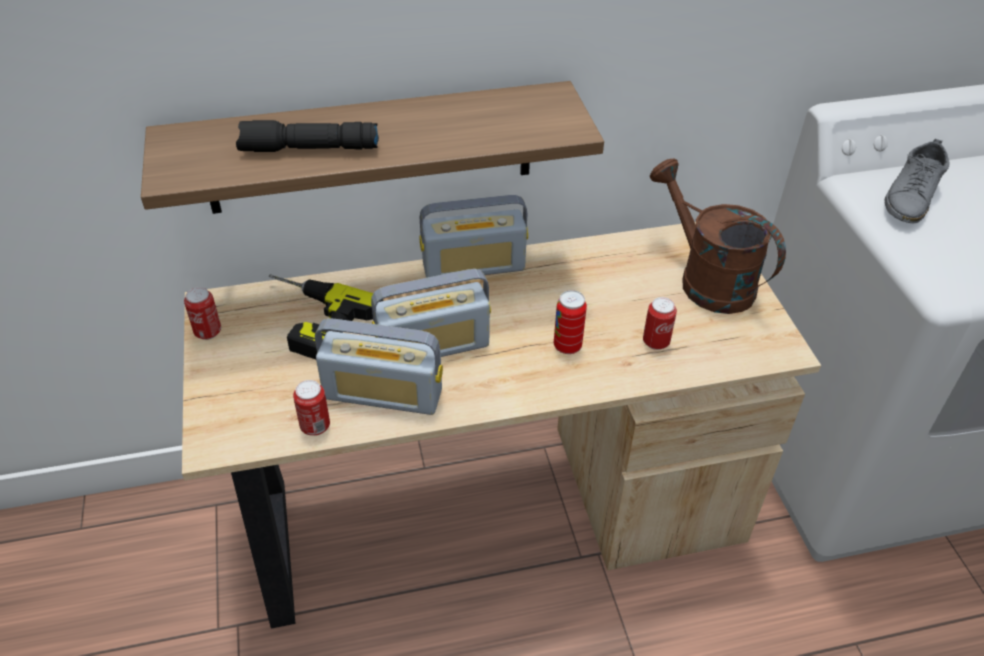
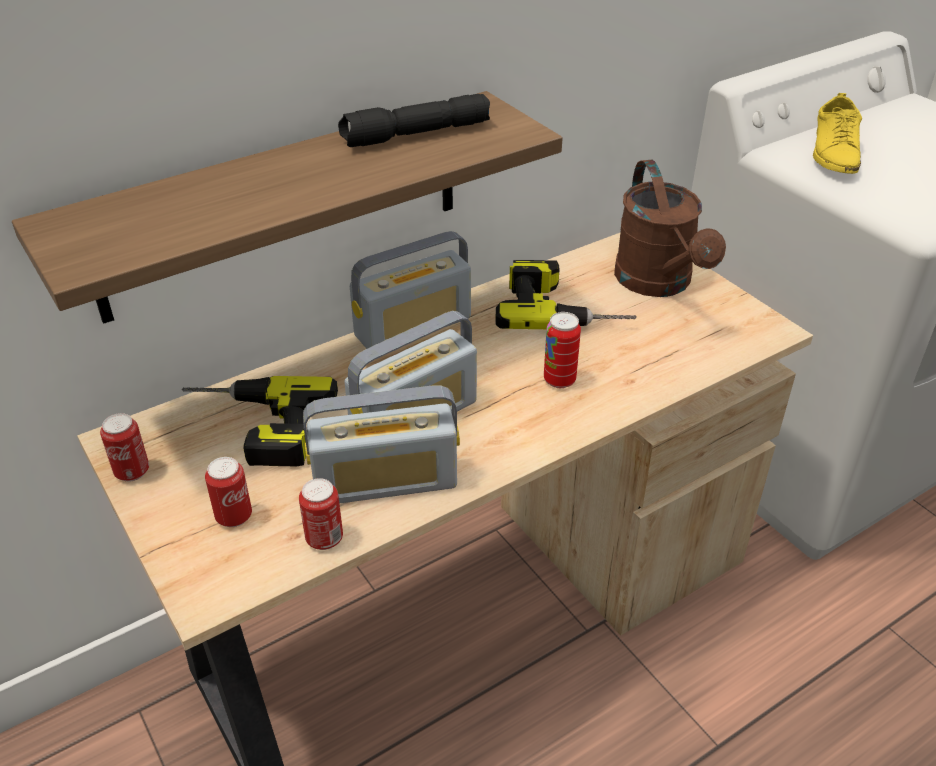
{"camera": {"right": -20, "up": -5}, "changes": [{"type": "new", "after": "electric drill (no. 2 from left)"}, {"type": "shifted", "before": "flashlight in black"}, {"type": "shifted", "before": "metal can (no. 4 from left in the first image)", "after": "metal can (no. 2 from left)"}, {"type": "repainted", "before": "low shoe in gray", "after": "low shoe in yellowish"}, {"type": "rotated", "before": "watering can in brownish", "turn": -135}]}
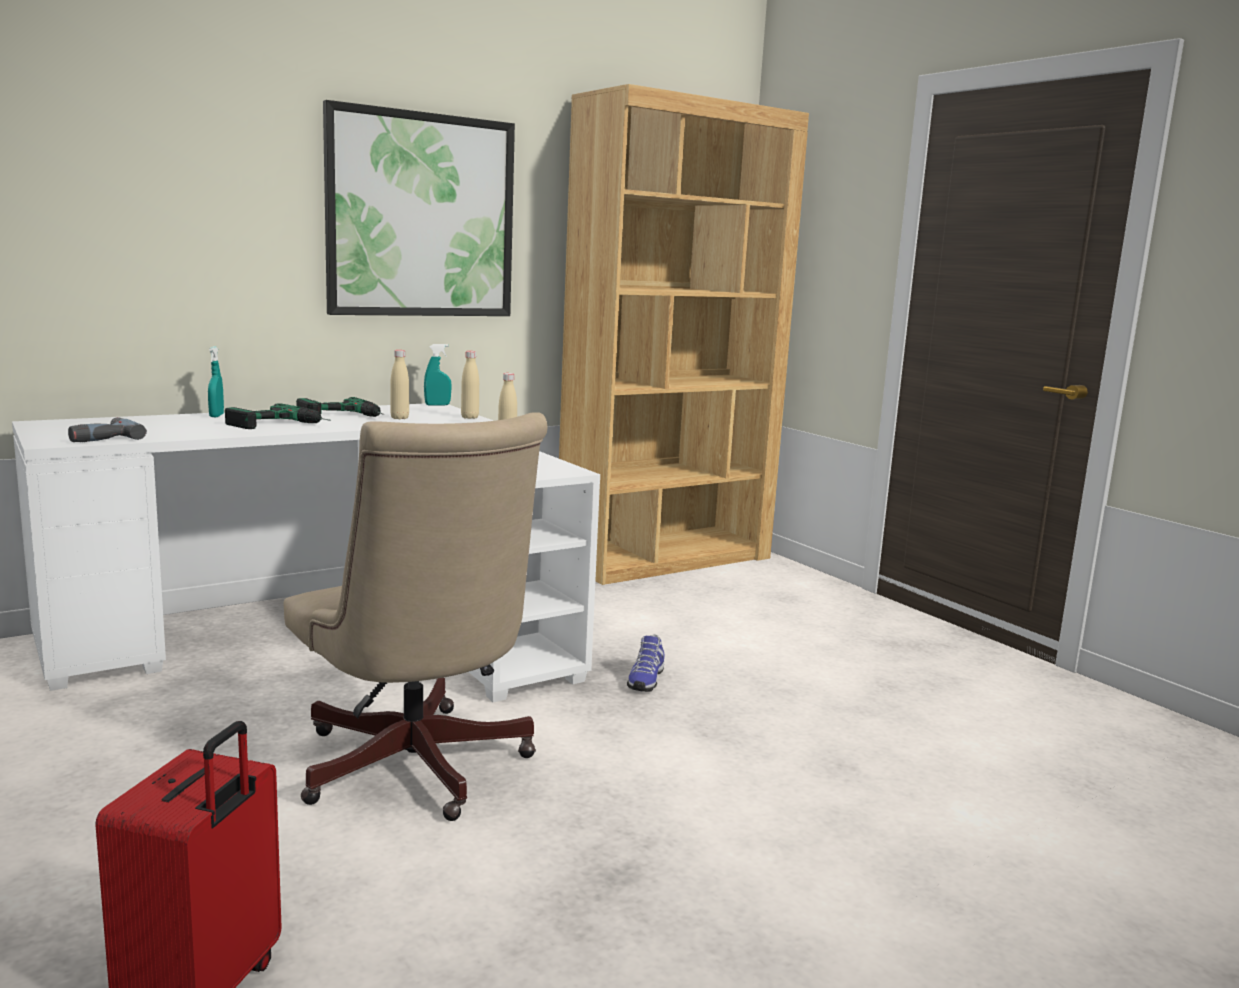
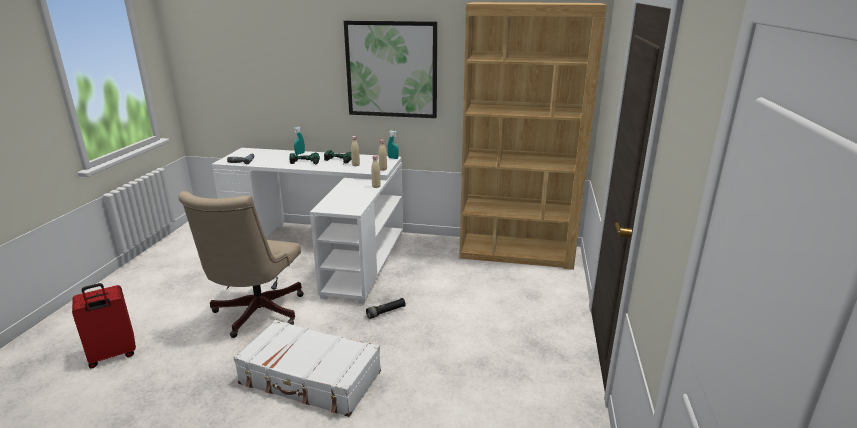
{"camera": {"right": 45, "up": 10}, "changes": [{"type": "new", "after": "travel case in white"}, {"type": "swapped", "before": "low shoe", "after": "flashlight in black"}]}
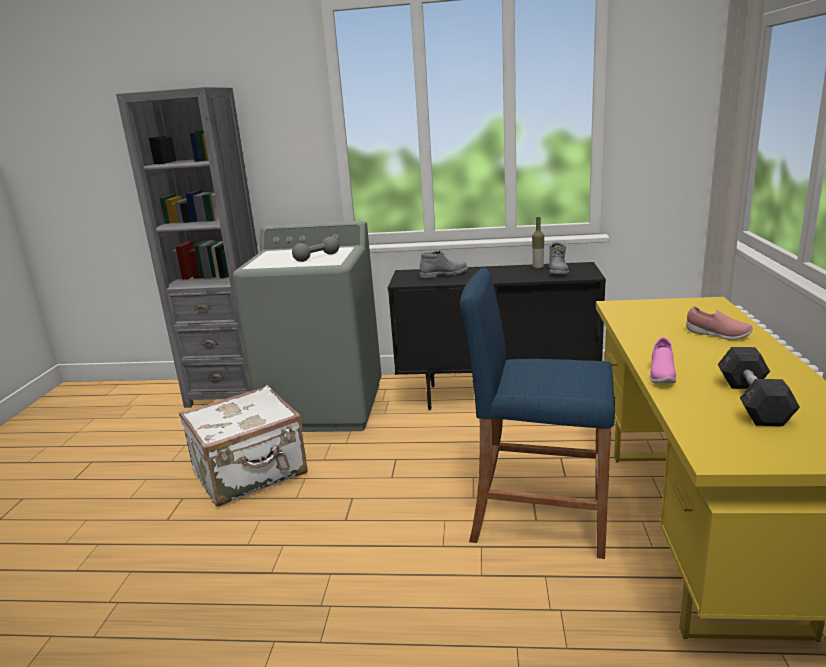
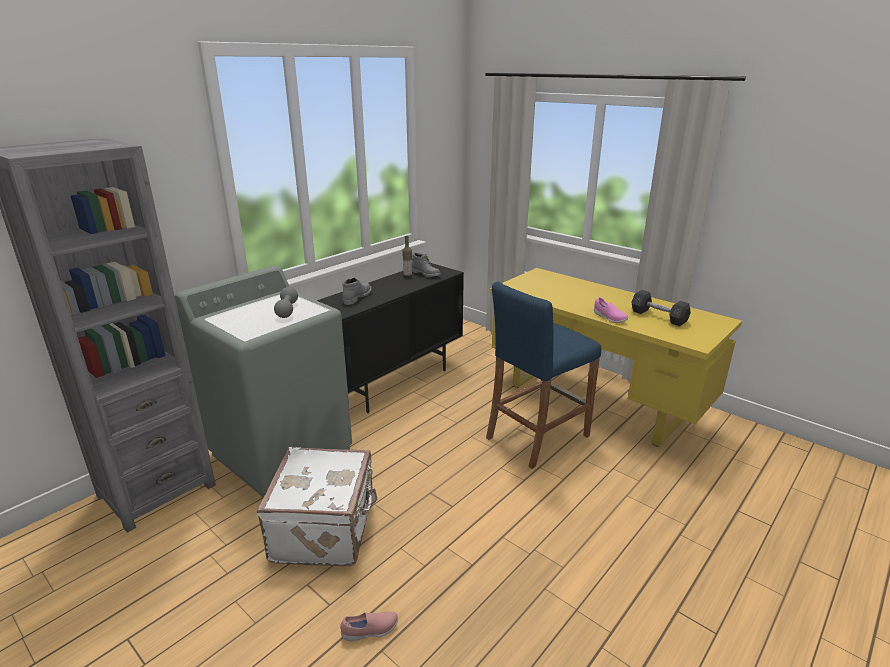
{"camera": {"right": -55, "up": 5}, "changes": [{"type": "shifted", "before": "low shoe in pink (no. 2 from left in the first image)", "after": "low shoe in pink (no. 1 from left)"}]}
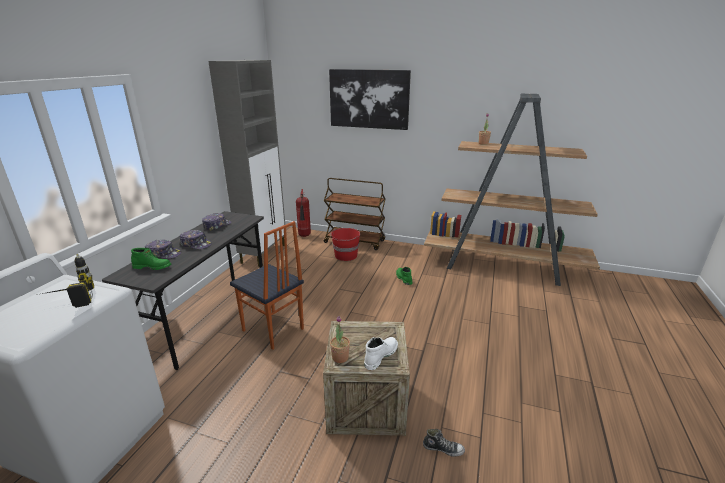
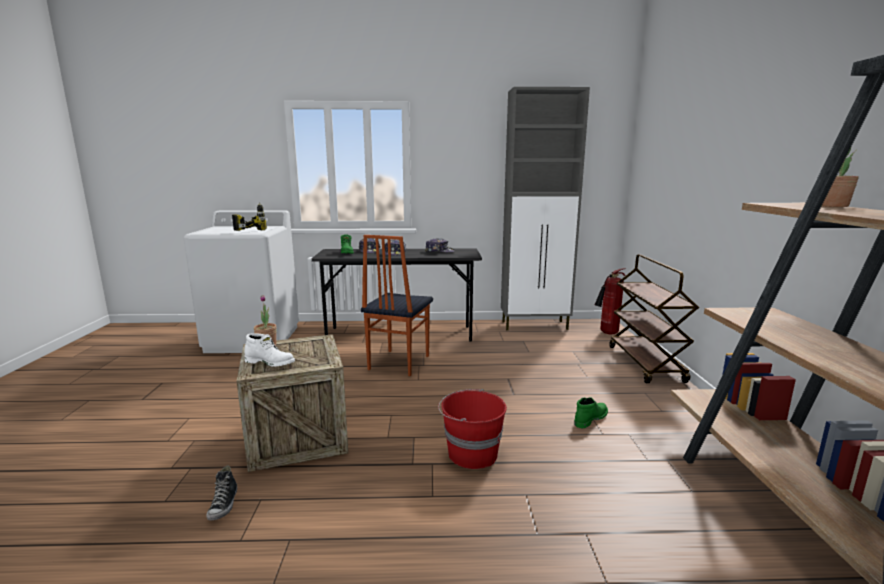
{"camera": {"right": 70, "up": -10}, "changes": [{"type": "gone", "before": "wall art"}, {"type": "shifted", "before": "bucket in reddish"}]}
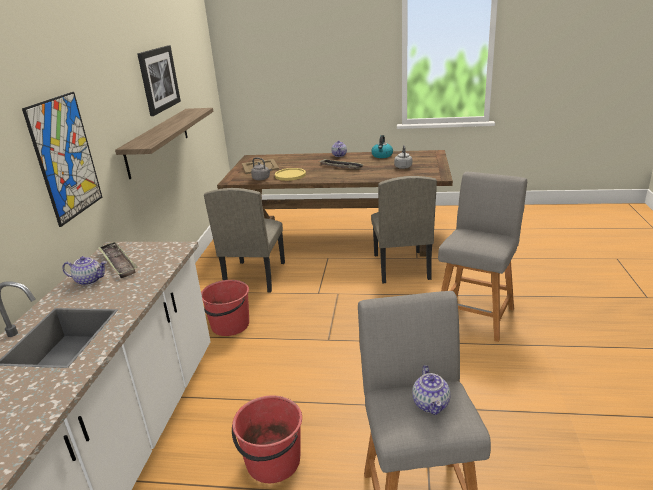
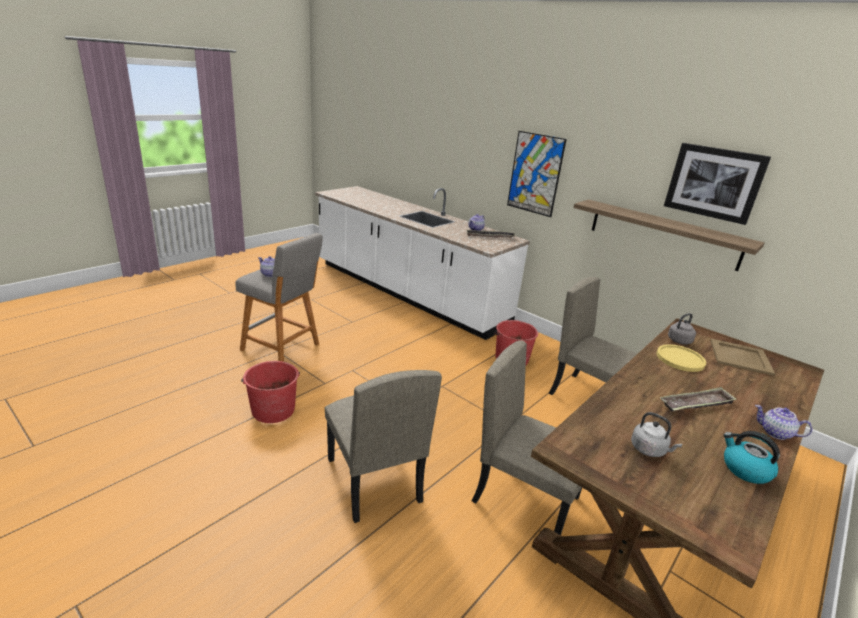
{"camera": {"right": 120, "up": 0}, "changes": [{"type": "shifted", "before": "bucket in reddish (no. 2 from left in the first image)", "after": "bucket in reddish (no. 1 from left)"}, {"type": "swapped", "before": "stool in gray (no. 2 from left)", "after": "plain chair in beige-coloured (no. 1 from left)"}]}
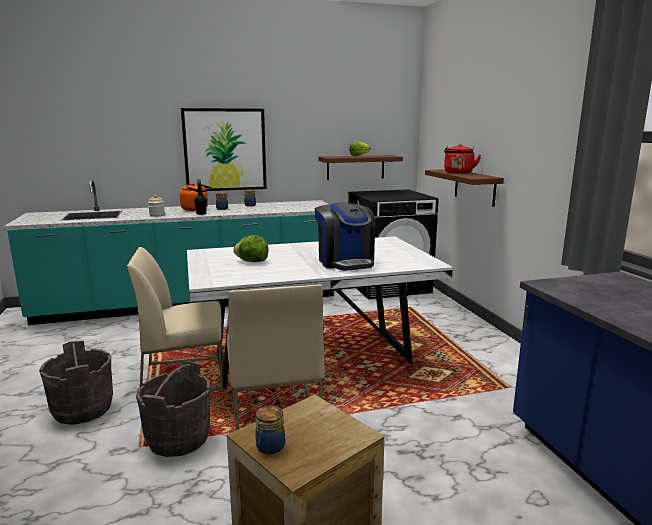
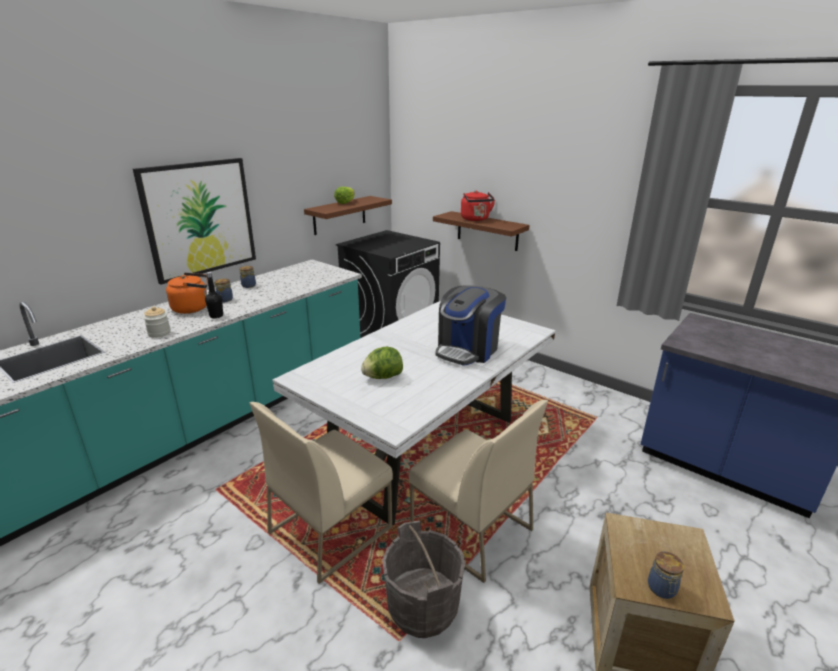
{"camera": {"right": -35, "up": 10}, "changes": [{"type": "gone", "before": "bucket in gray (no. 1 from left)"}, {"type": "rotated", "before": "coffee brewer", "turn": 90}]}
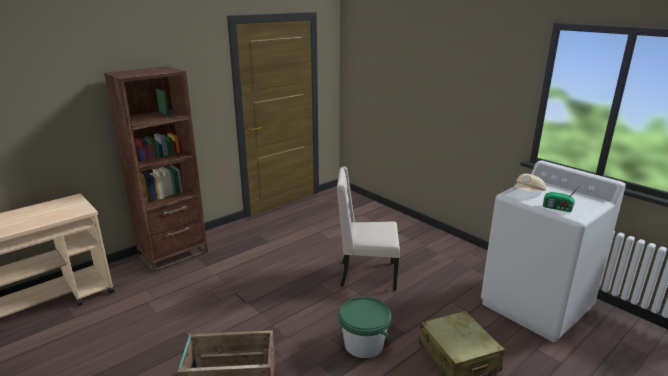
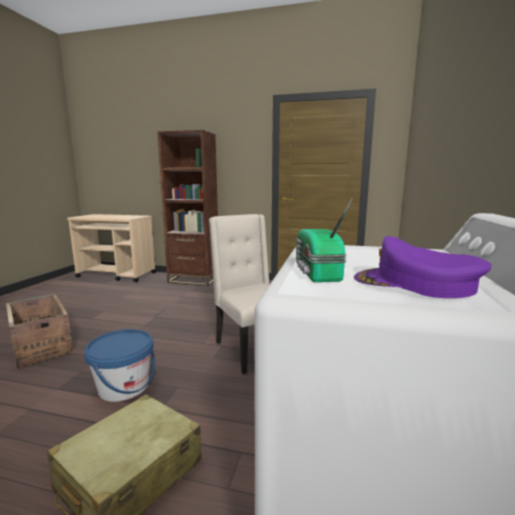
{"camera": {"right": 55, "up": -10}, "changes": [{"type": "gone", "before": "cap in beige-coloured"}, {"type": "new", "after": "cap in purple"}, {"type": "repainted", "before": "bucket in green-coloured", "after": "bucket in blue-coloured"}]}
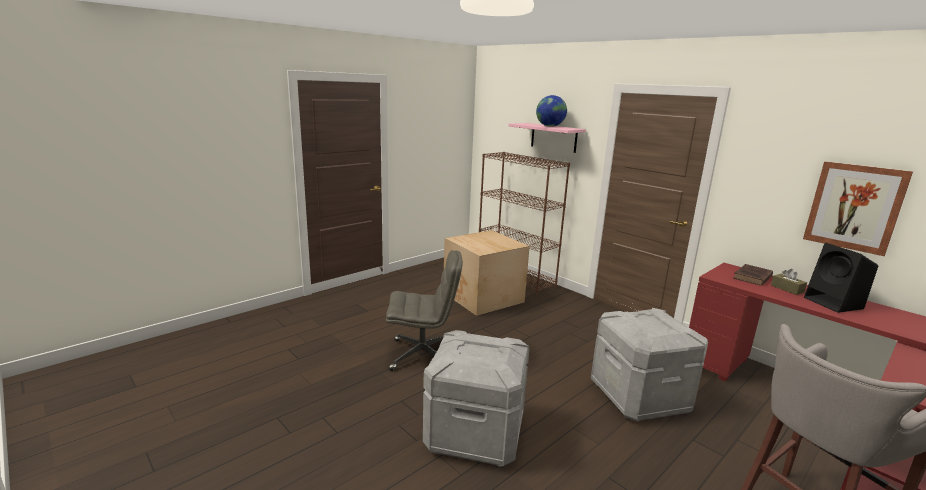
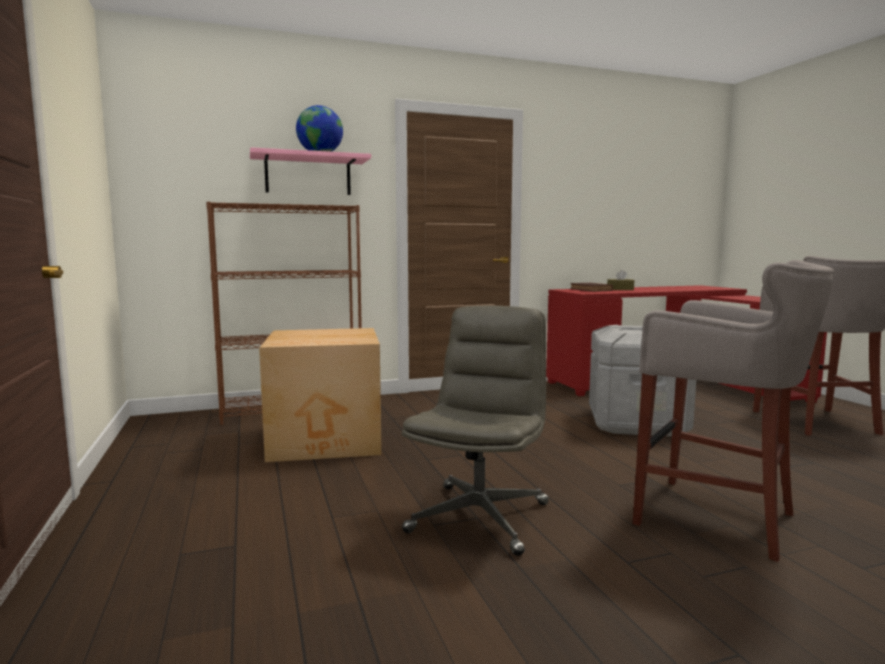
{"camera": {"right": -65, "up": -10}, "changes": [{"type": "gone", "before": "wall art"}, {"type": "gone", "before": "audio speaker in black"}, {"type": "swapped", "before": "storage container in gray (no. 1 from left)", "after": "stool in gray (no. 1 from left)"}]}
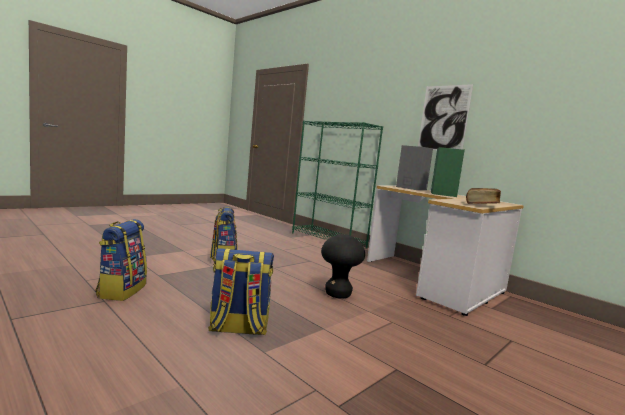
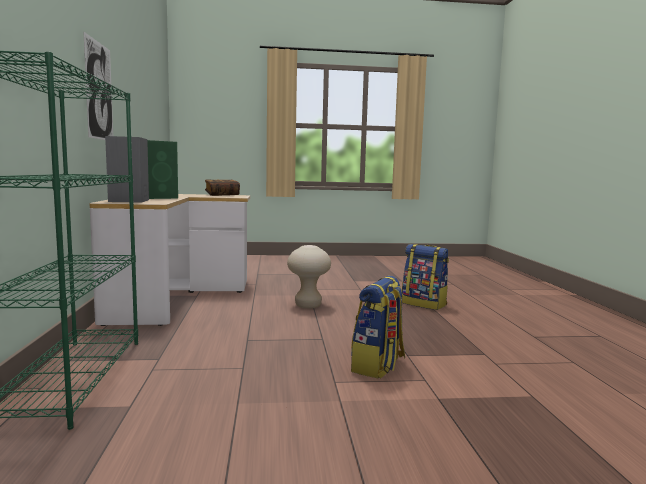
{"camera": {"right": -140, "up": 0}, "changes": [{"type": "gone", "before": "knapsack (no. 1 from left)"}, {"type": "repainted", "before": "stool in black", "after": "stool in beige-coloured"}]}
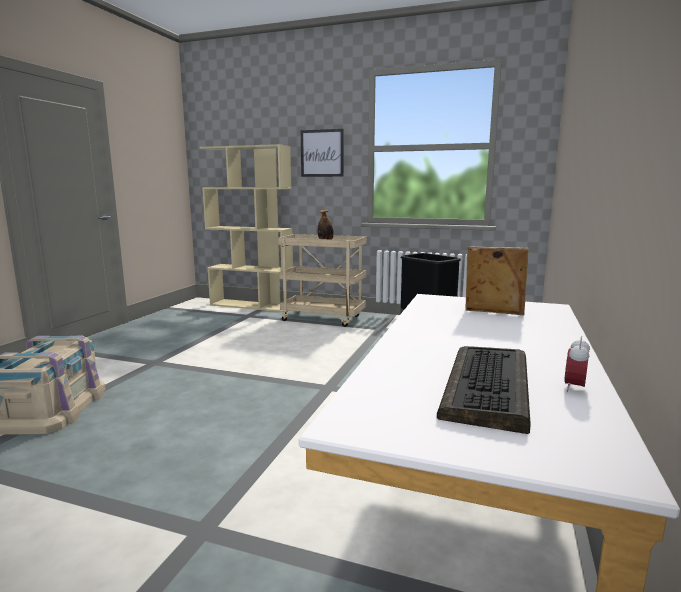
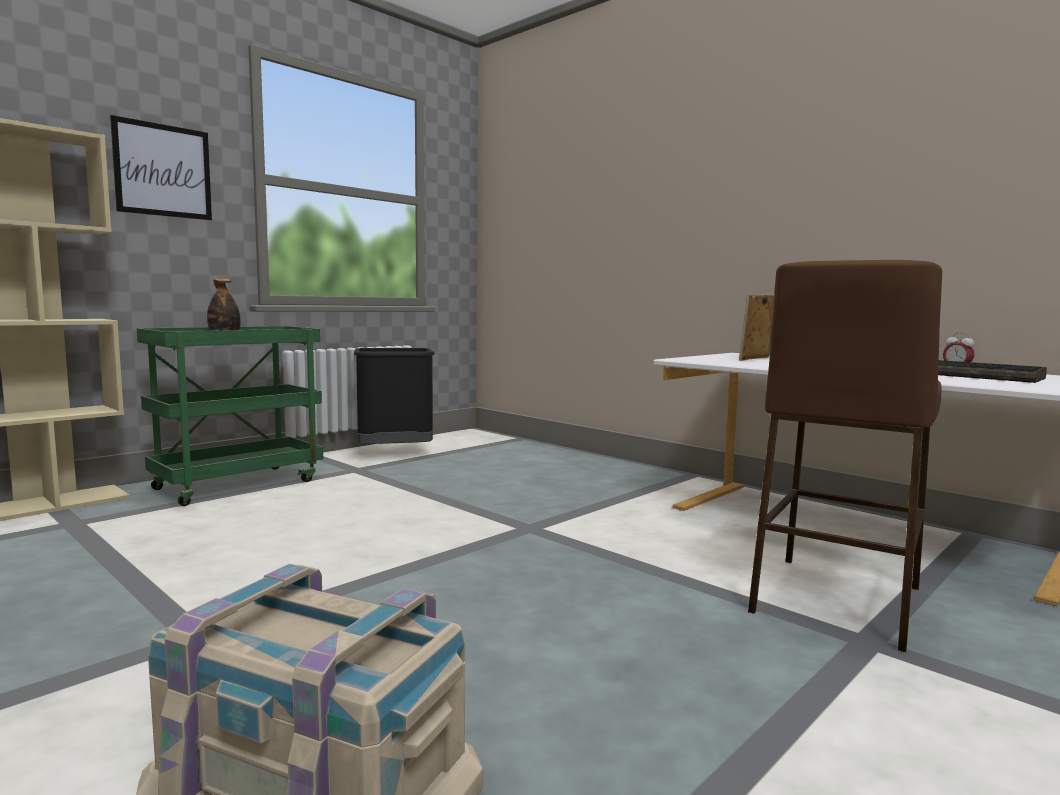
{"camera": {"right": -65, "up": -5}, "changes": [{"type": "new", "after": "stool in brownish"}, {"type": "repainted", "before": "cart in beige-coloured", "after": "cart in green-coloured"}]}
